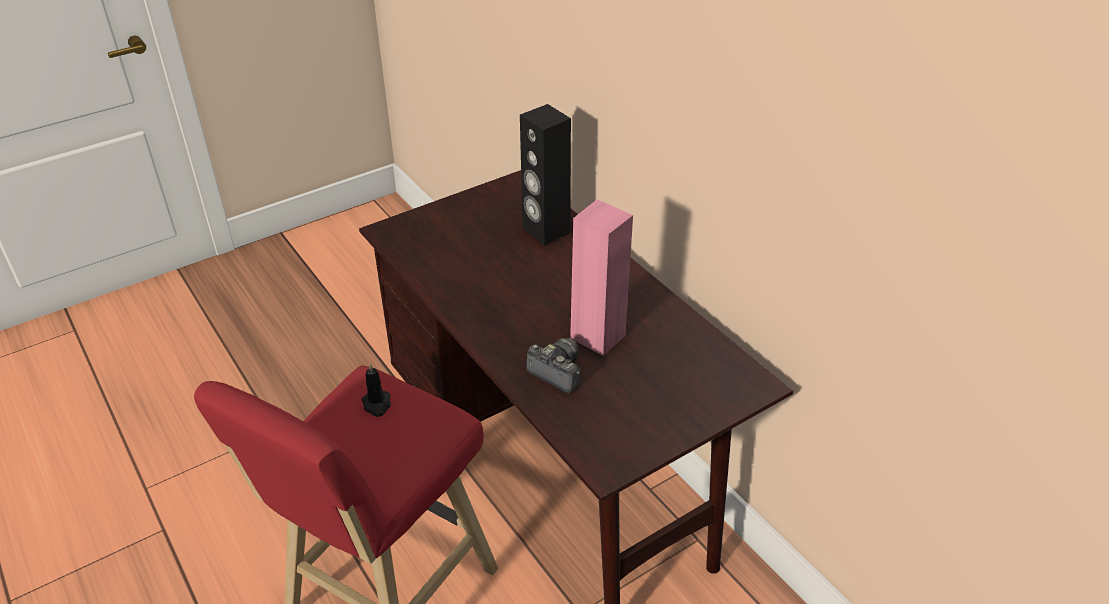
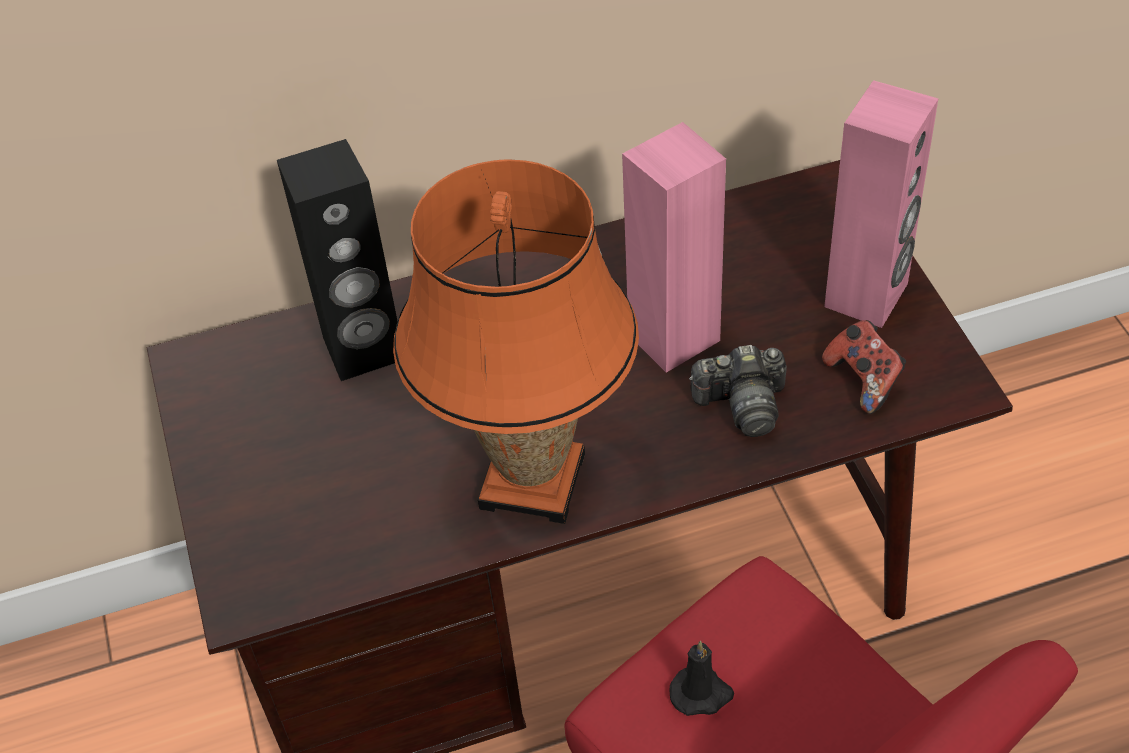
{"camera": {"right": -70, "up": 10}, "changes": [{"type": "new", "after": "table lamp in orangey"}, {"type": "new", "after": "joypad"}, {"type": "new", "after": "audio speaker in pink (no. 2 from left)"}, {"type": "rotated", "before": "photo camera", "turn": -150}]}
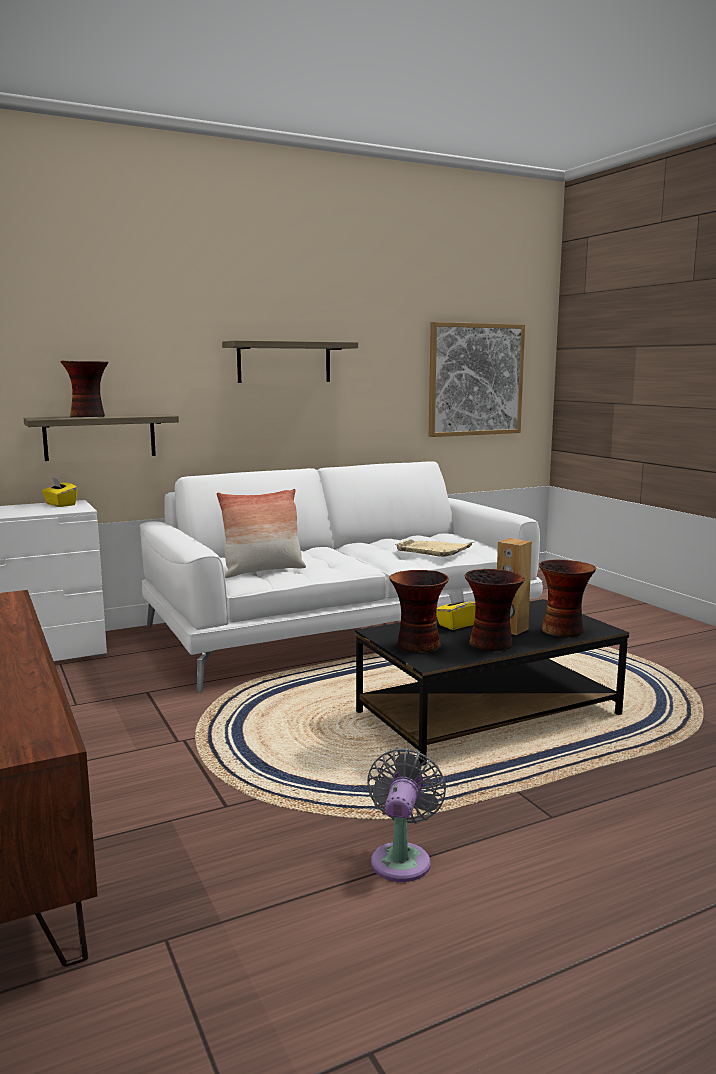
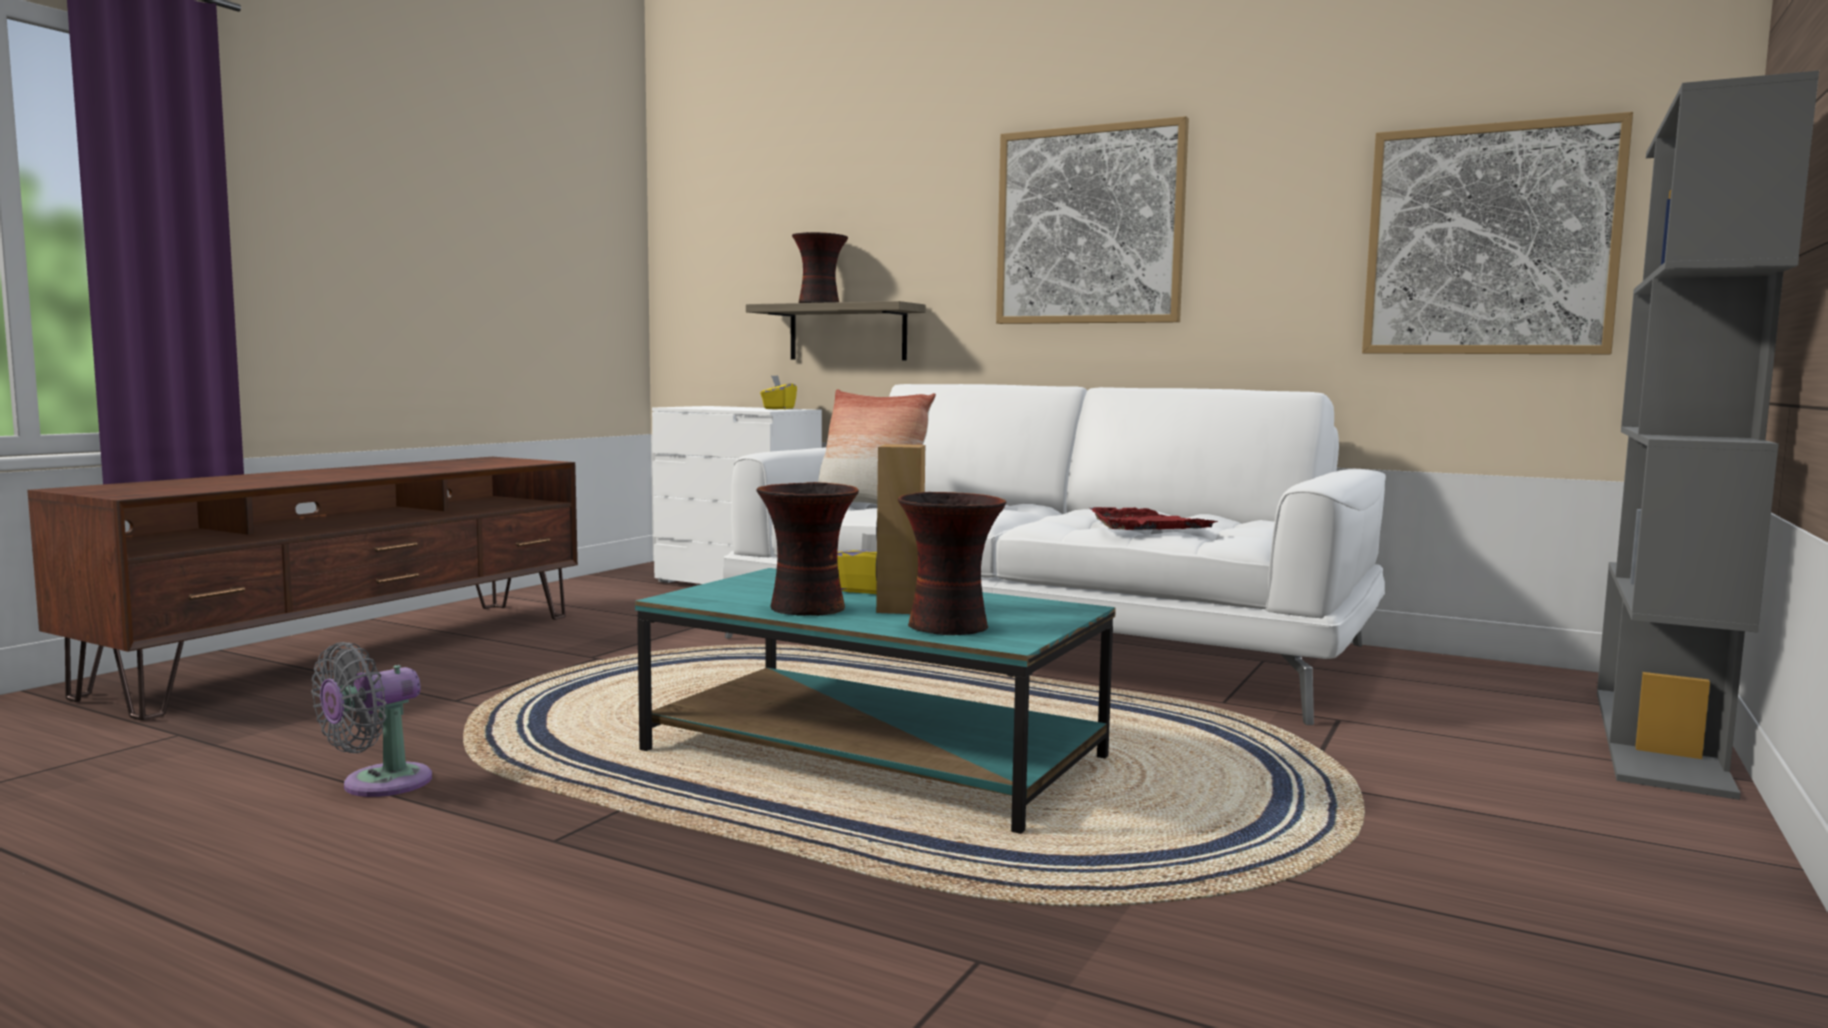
{"camera": {"right": 55, "up": -5}, "changes": [{"type": "gone", "before": "decorative vase (no. 2 from left)"}, {"type": "new", "after": "shelving unit in gray"}, {"type": "swapped", "before": "shelf (no. 2 from left)", "after": "wall art (no. 1 from left)"}, {"type": "repainted", "before": "coffee table in black", "after": "coffee table in blue-green"}, {"type": "repainted", "before": "carrying tray in beige-coloured", "after": "carrying tray in reddish"}, {"type": "rotated", "before": "electric fan in gray", "turn": 150}]}
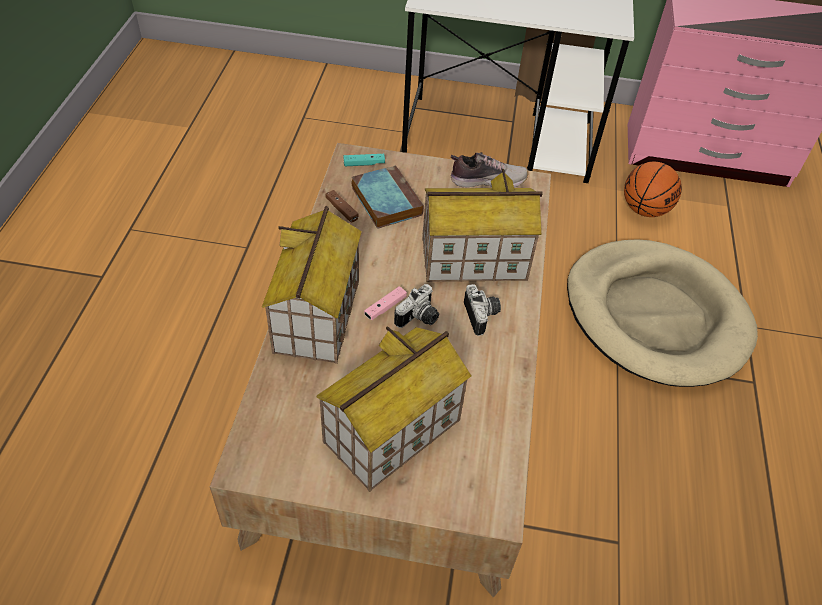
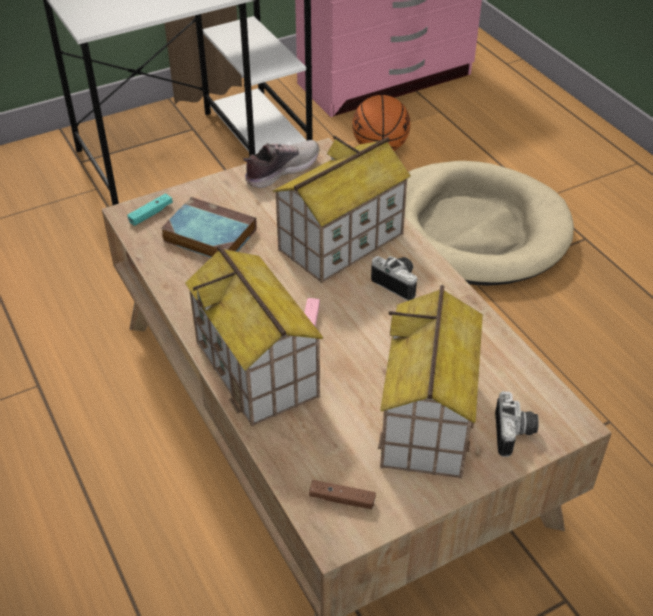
{"camera": {"right": -35, "up": -5}, "changes": [{"type": "shifted", "before": "joypad in brownish"}, {"type": "shifted", "before": "photo camera (no. 1 from left in the first image)", "after": "photo camera (no. 2 from left)"}]}
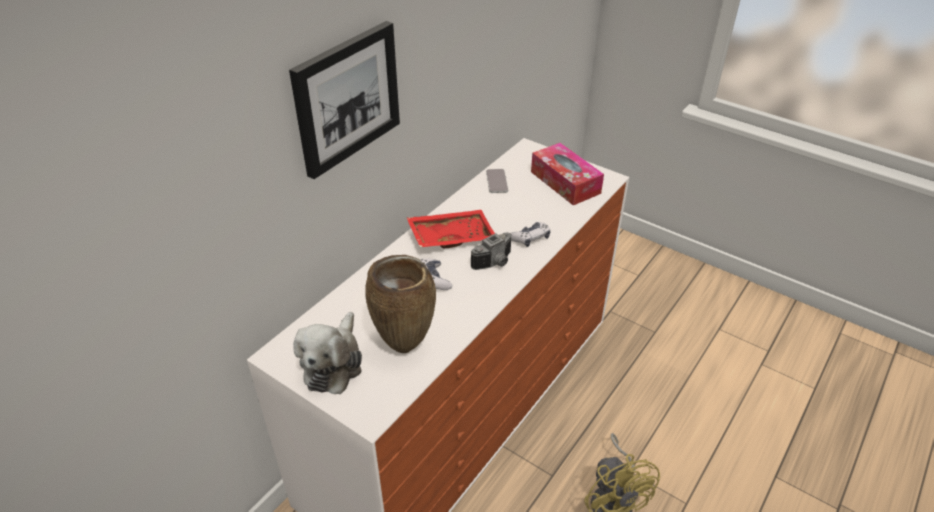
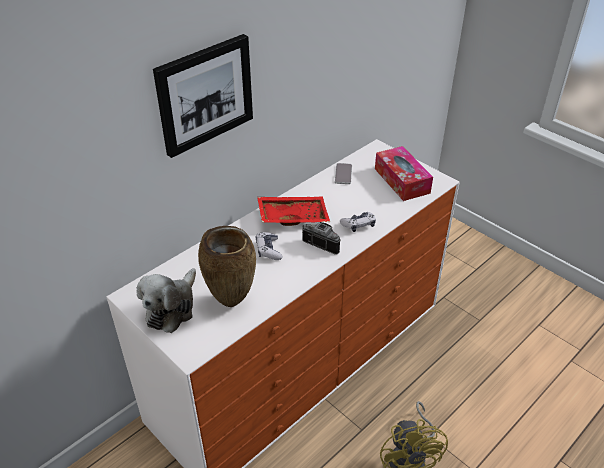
{"camera": {"right": 10, "up": 0}, "changes": [{"type": "rotated", "before": "photo camera", "turn": -120}]}
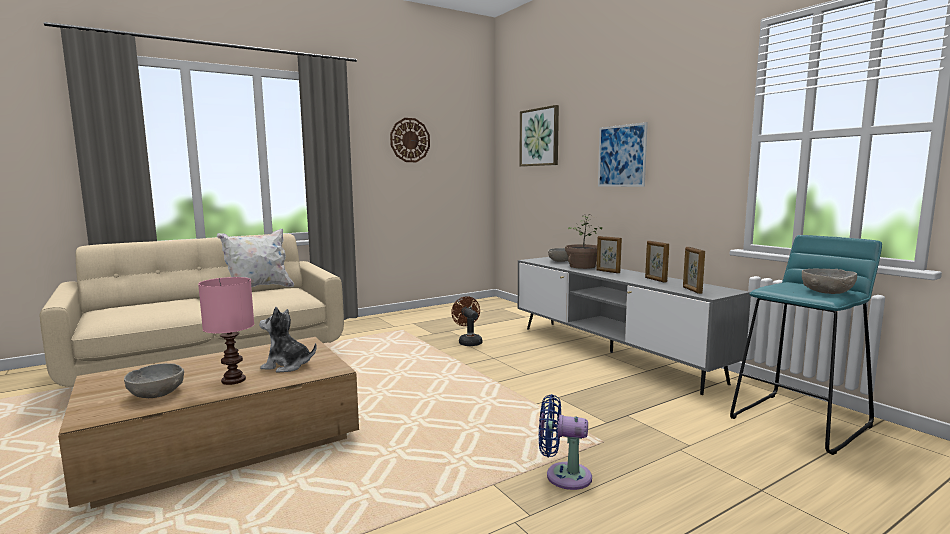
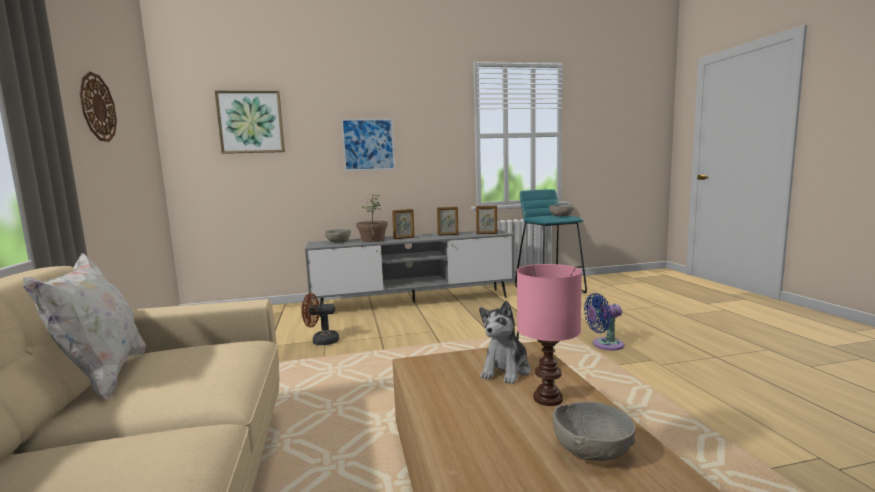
{"camera": {"right": -70, "up": 0}, "changes": [{"type": "rotated", "before": "electric fan in blue-coloured", "turn": 45}]}
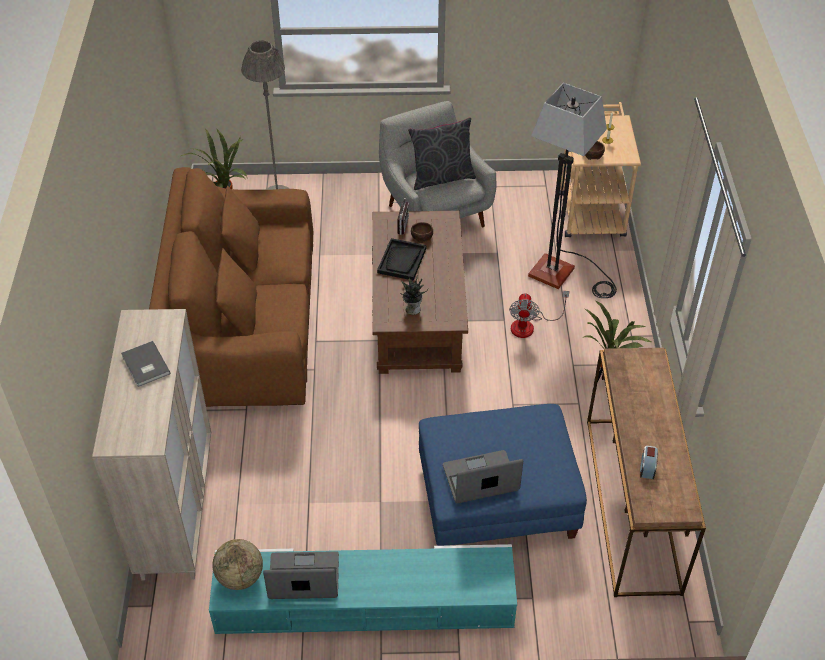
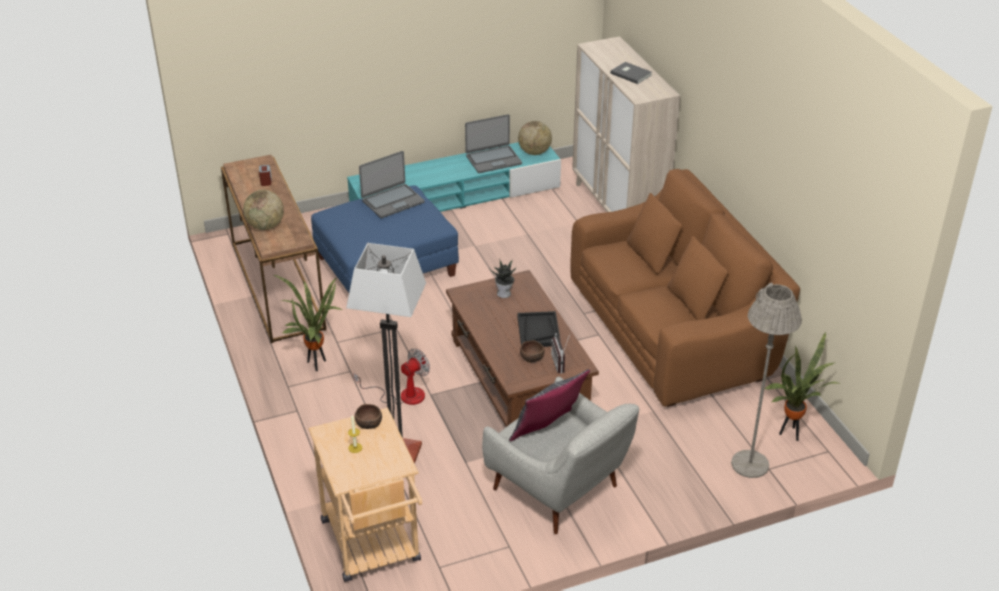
{"camera": {"right": 160, "up": -10}, "changes": [{"type": "new", "after": "desk globe (no. 1 from left)"}, {"type": "rotated", "before": "electric fan", "turn": 60}]}
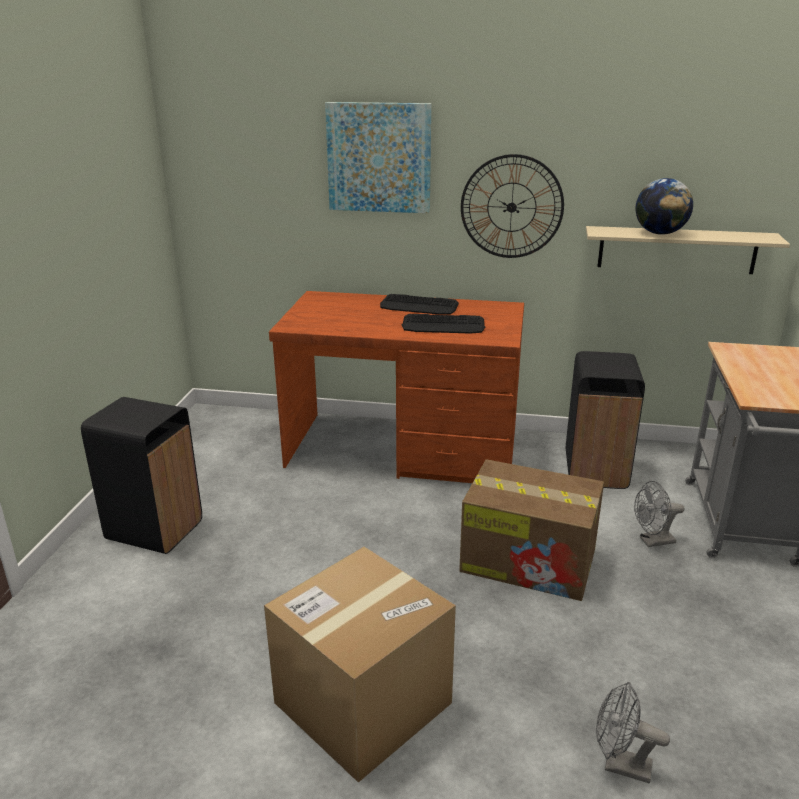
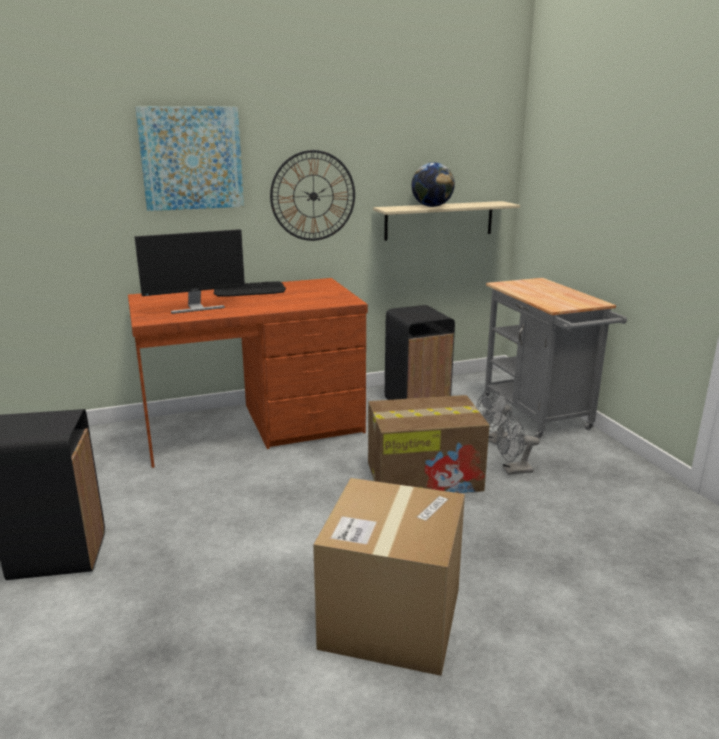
{"camera": {"right": -30, "up": -5}, "changes": [{"type": "gone", "before": "keyboard (no. 2 from left)"}, {"type": "new", "after": "monitor"}, {"type": "shifted", "before": "electric fan in gray (no. 1 from left in the first image)", "after": "electric fan in gray (no. 2 from left)"}]}
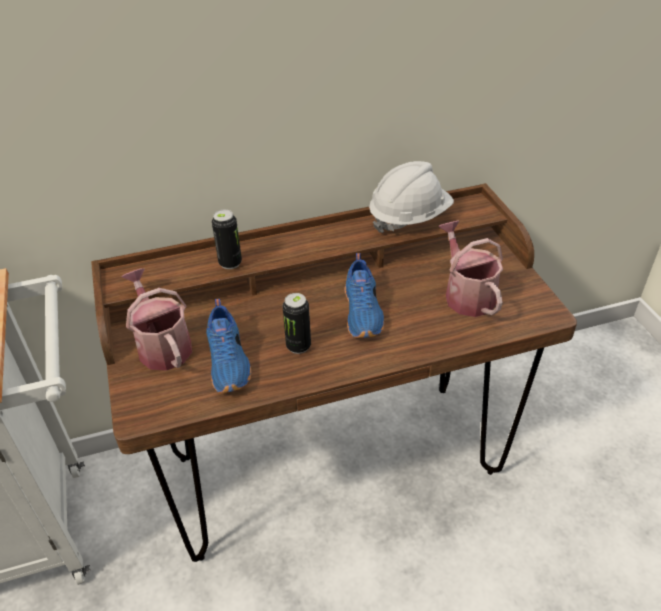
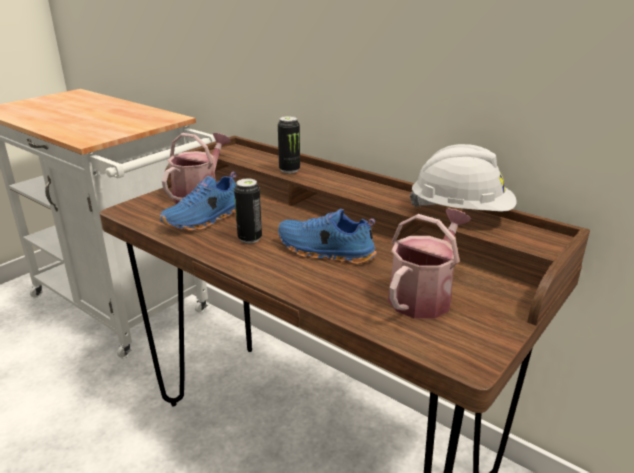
{"camera": {"right": 55, "up": -15}, "changes": [{"type": "rotated", "before": "low shoe in blue-coloured (no. 2 from left)", "turn": 60}]}
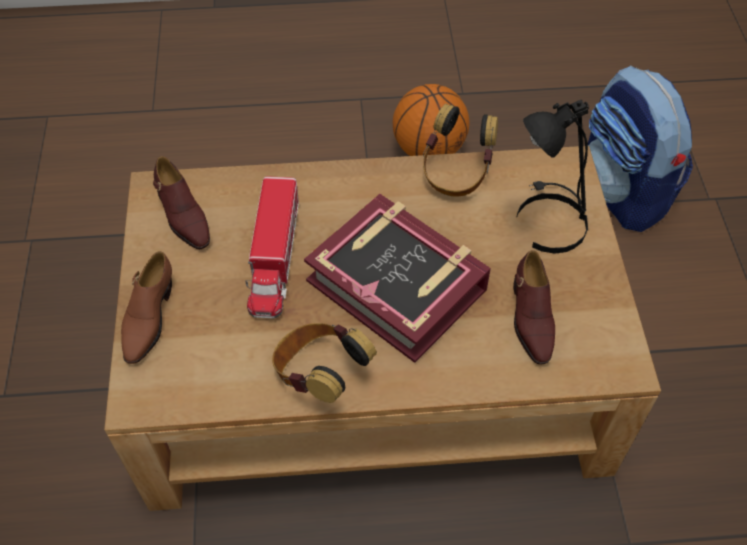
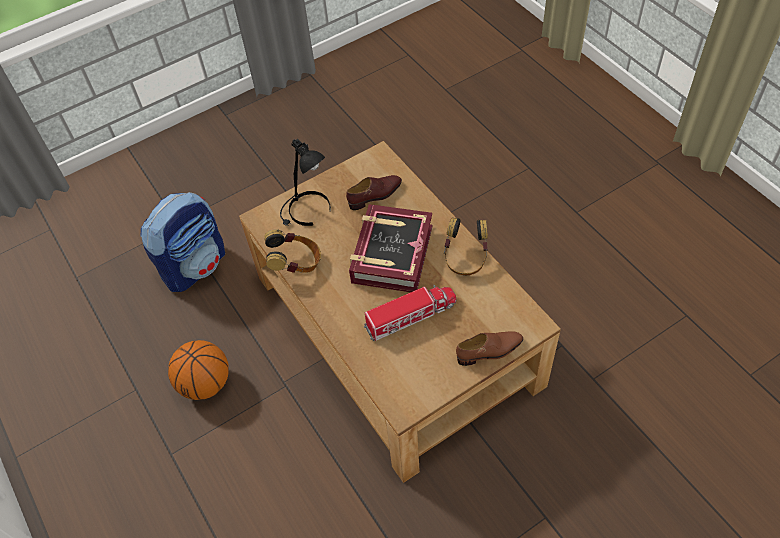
{"camera": {"right": -115, "up": 0}, "changes": [{"type": "gone", "before": "low shoe in brownish (no. 2 from left)"}]}
